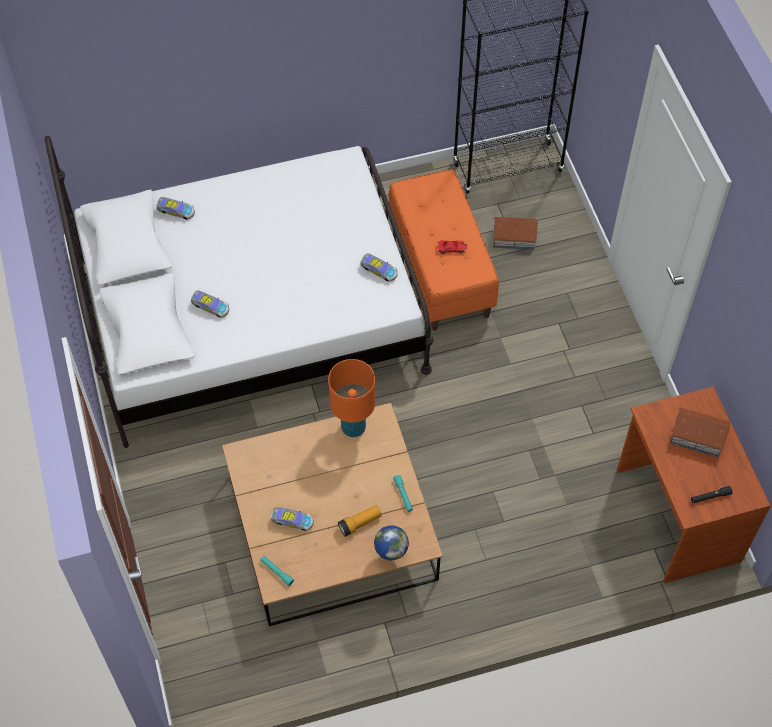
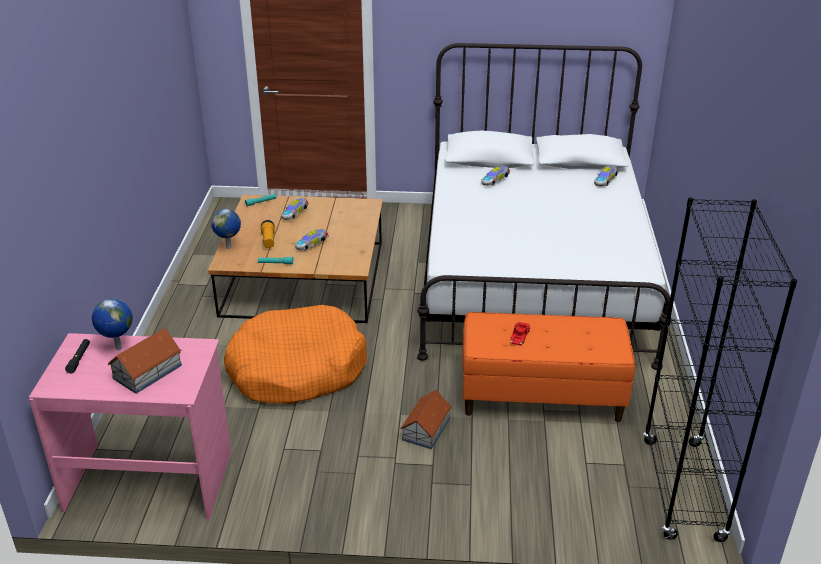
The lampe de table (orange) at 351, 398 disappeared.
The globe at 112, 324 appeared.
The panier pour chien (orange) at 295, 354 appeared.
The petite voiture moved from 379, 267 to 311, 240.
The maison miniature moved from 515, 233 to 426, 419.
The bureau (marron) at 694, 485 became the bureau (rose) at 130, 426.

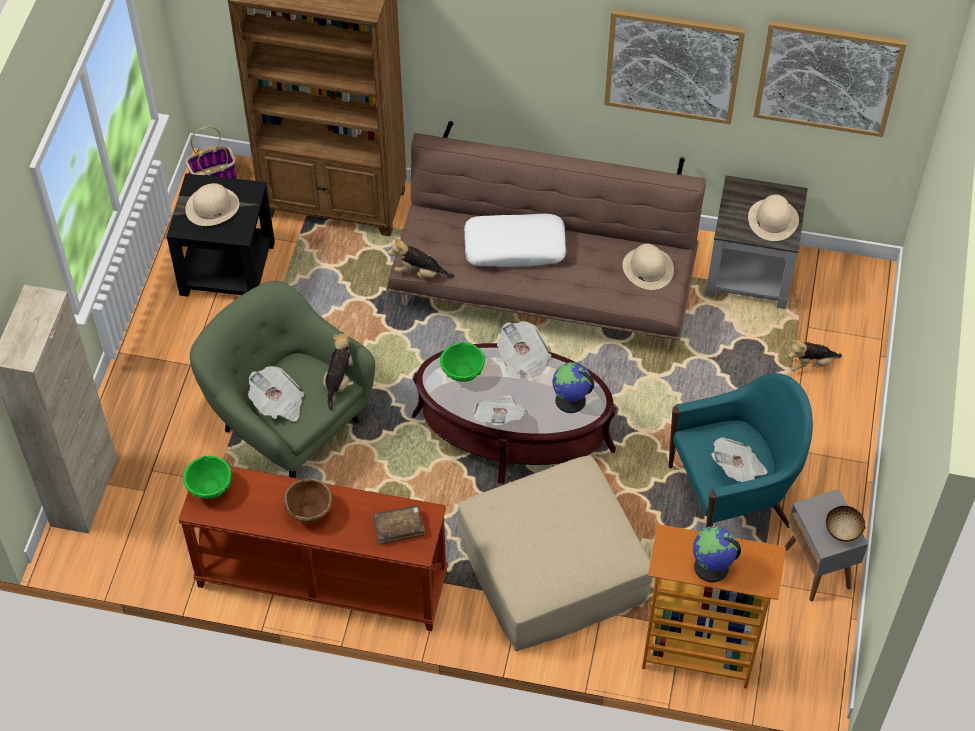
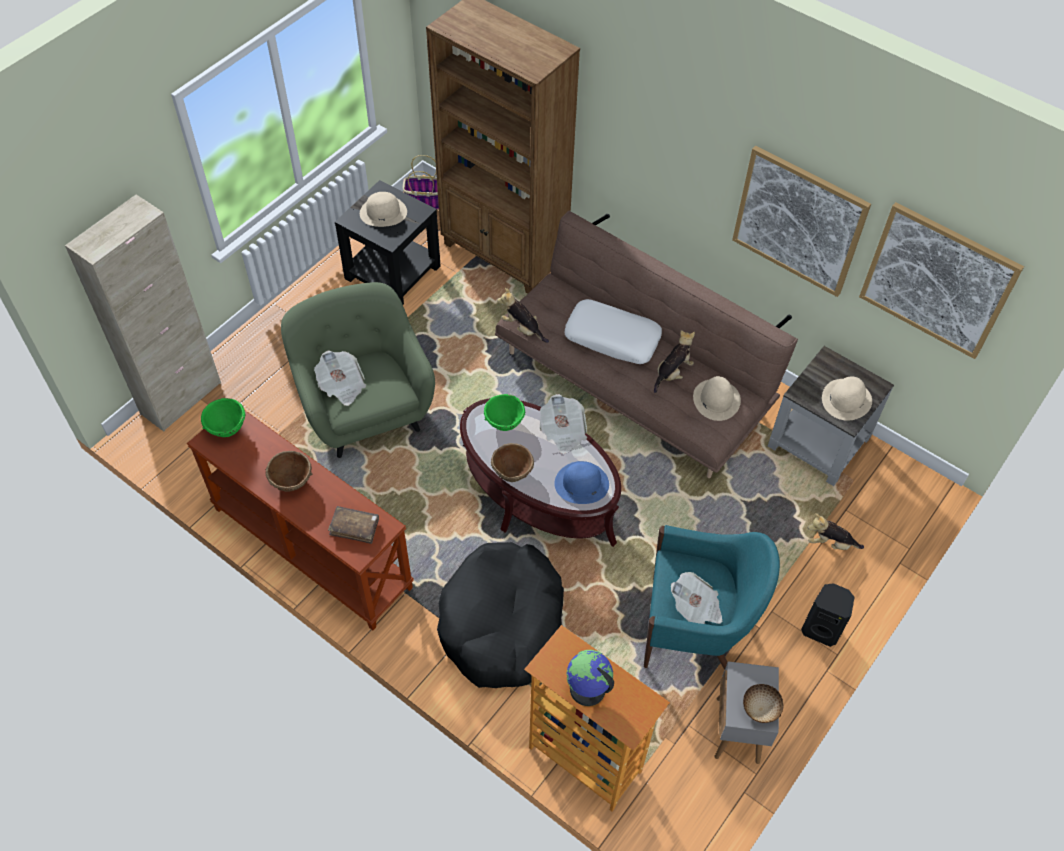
The enceinte (noir) at 828, 615 appeared.
The peluche moved from 338, 371 to 674, 361.
The pouf (beige) at 555, 553 was replaced by the panier pour chien (noir) at 500, 615.
The journal at 499, 410 was replaced by the bol (marron) at 512, 462.
The globe at 573, 387 was replaced by the chapeau (bleu) at 581, 482.

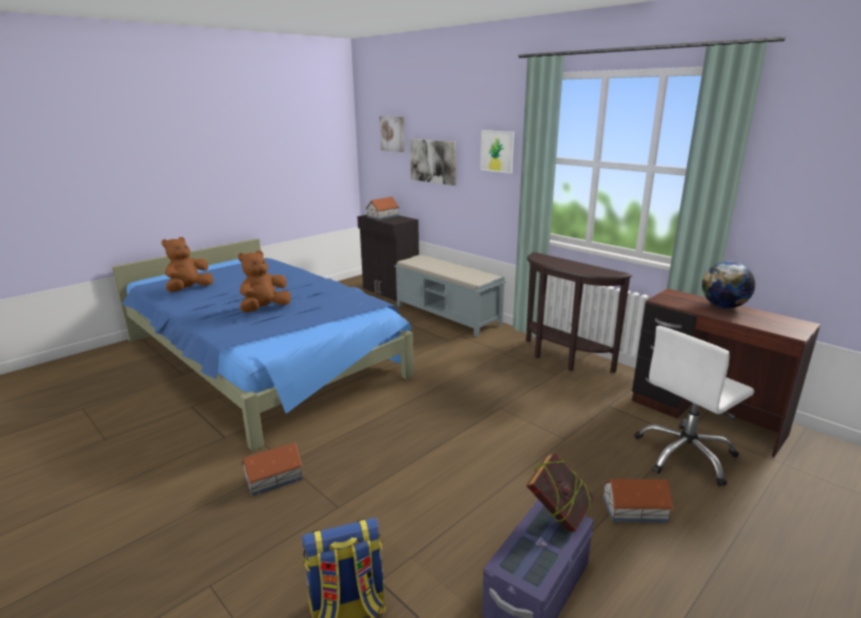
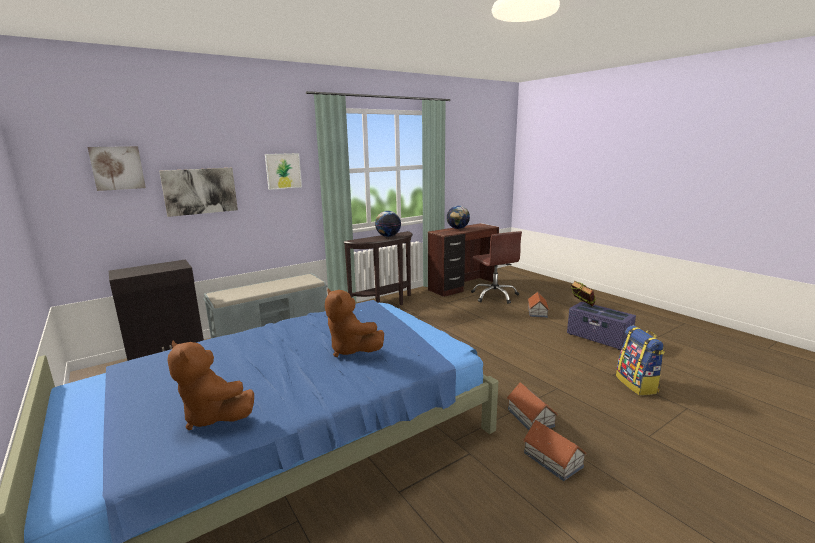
The globe at 388, 224 appeared.
The maison miniature moved from 382, 208 to 555, 450.
The chaise de bureau (blanc) at 694, 406 became the chaise de bureau (marron) at 496, 267.

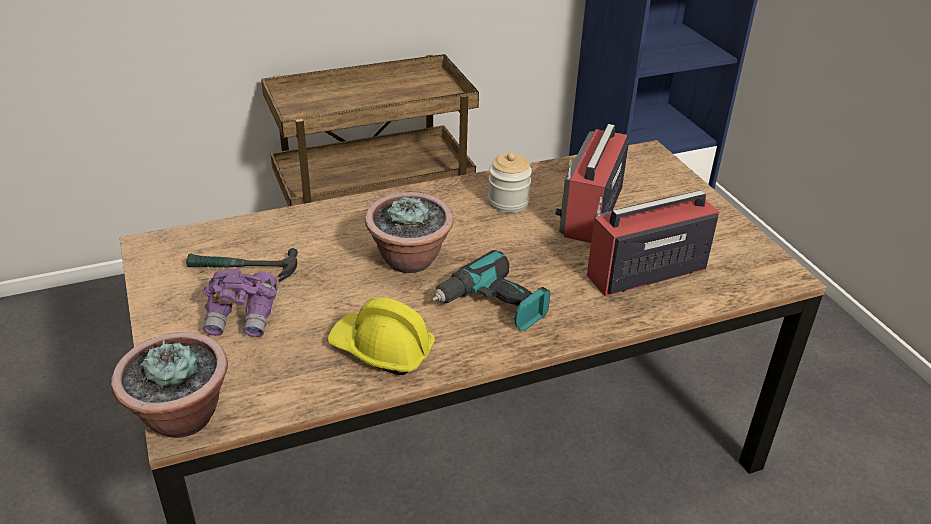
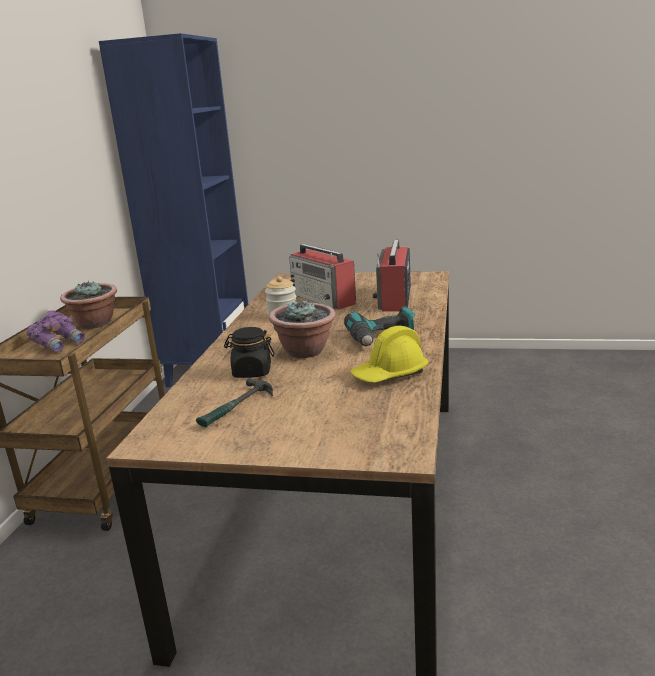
The bocal (noir) at 249, 352 appeared.
The plante en pot moved from 169, 385 to 88, 304.
The jumelles (violet) moved from 240, 302 to 56, 331.

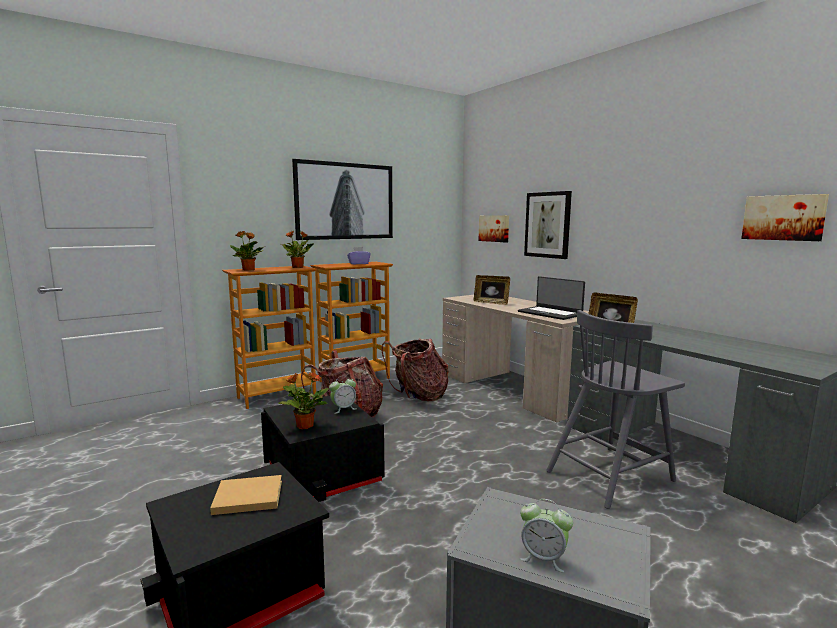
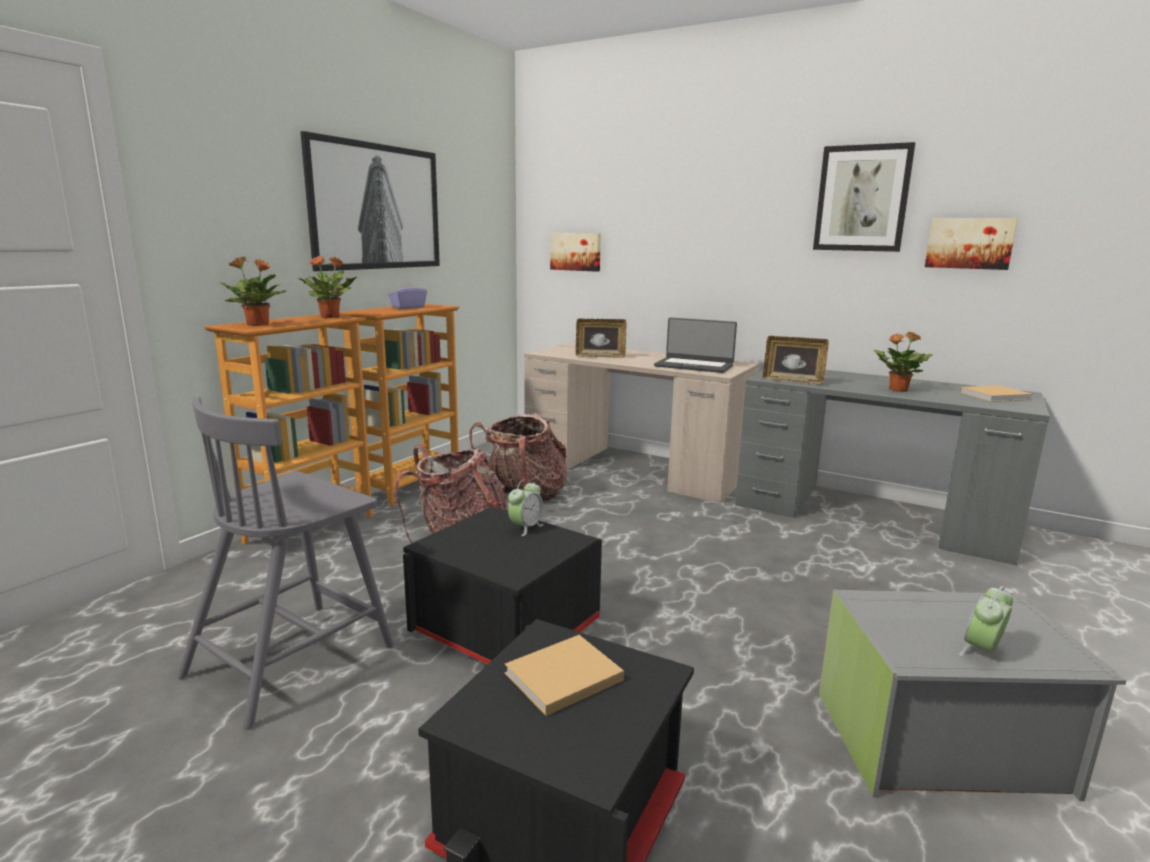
The livre (beige) at 996, 393 appeared.
The plante en pot moved from 303, 400 to 903, 362.
The tableau moved from 548, 225 to 864, 197.
The chaise (gris) moved from 615, 409 to 285, 563.
The réveil at 546, 535 turned 135 degrees clockwise.

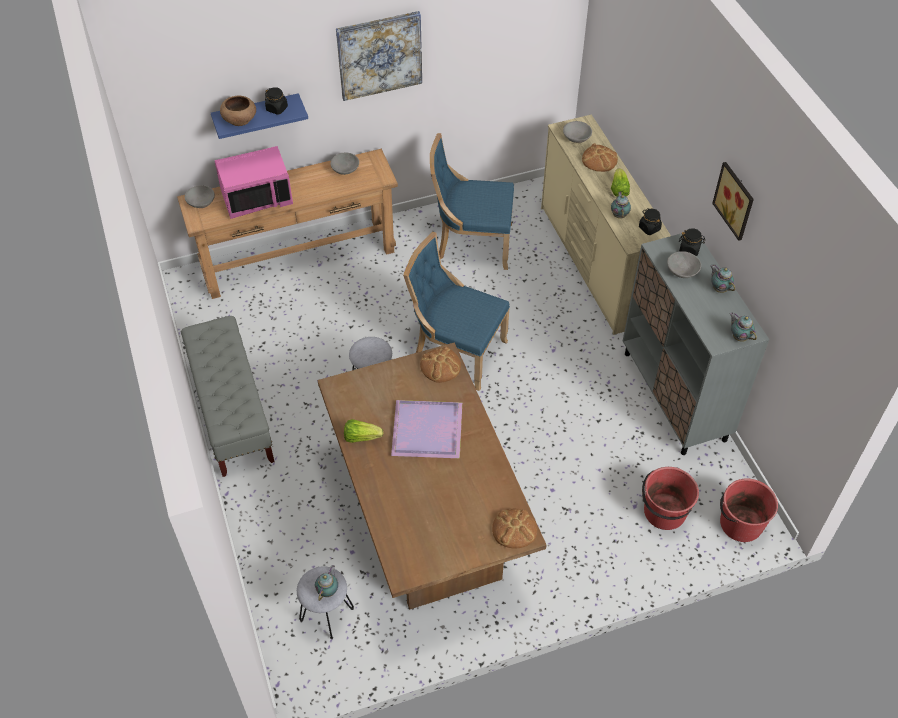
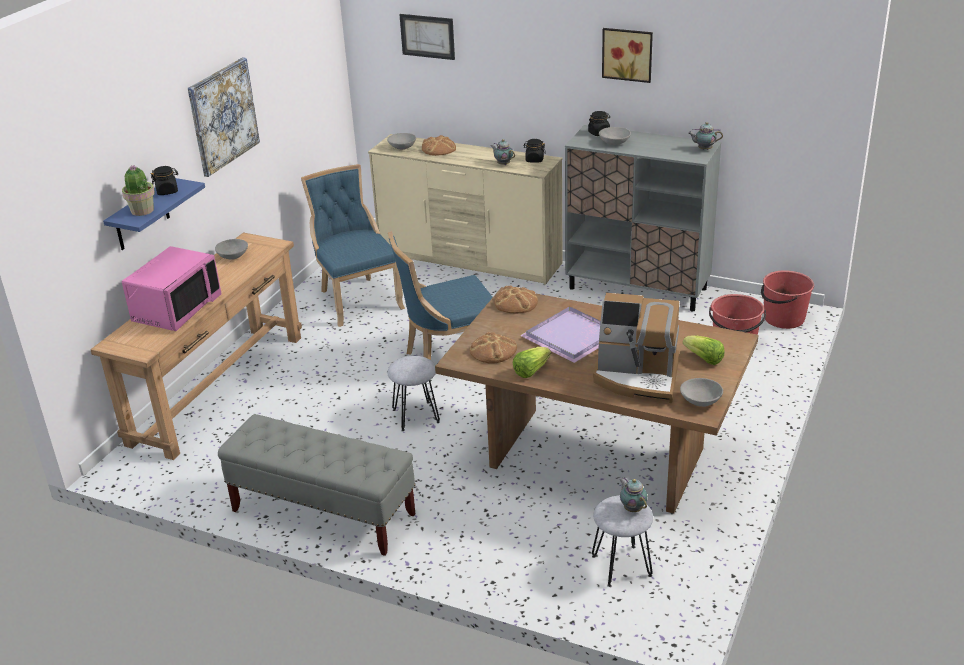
The théière at 722, 279 disappeared.
The tableau at 427, 37 appeared.
The machine à café at 636, 348 appeared.
The bol (gris) moved from 200, 196 to 701, 392.
The pain moved from 514, 528 to 493, 348.
The laitue moved from 620, 182 to 703, 350.
The bol (marron) at 238, 111 was replaced by the plante en pot at 138, 190.
The chaise (bleu) at 472, 201 turned 105 degrees clockwise.

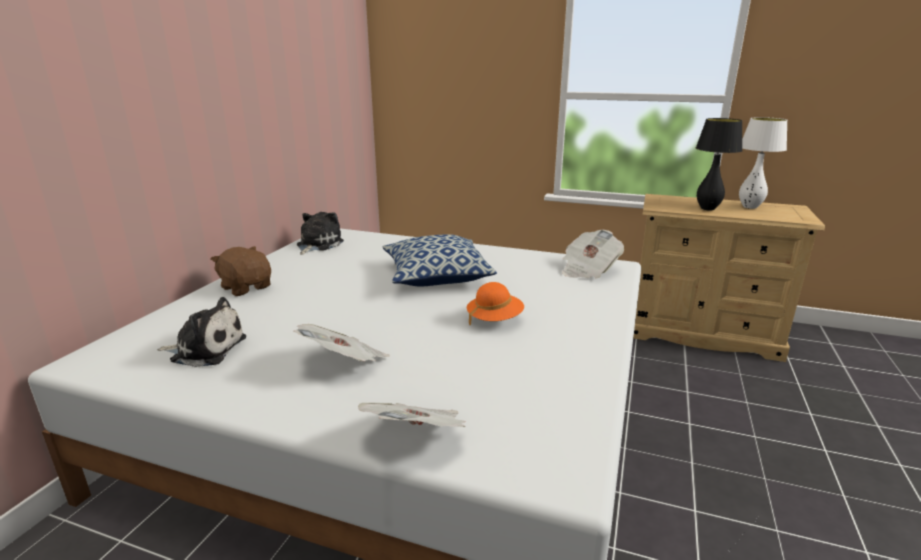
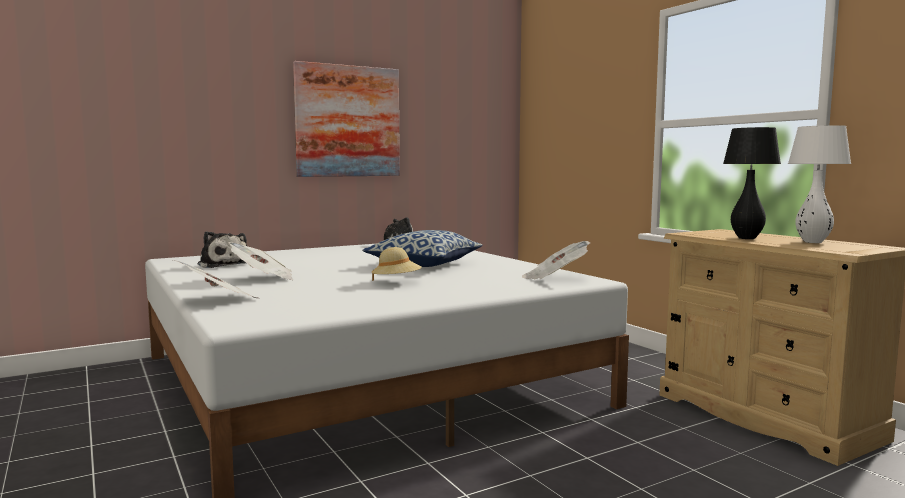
The peluche (marron) at 241, 271 disappeared.
The tableau at 346, 119 appeared.
The chapeau (orange) at 495, 303 became the chapeau (beige) at 397, 264.

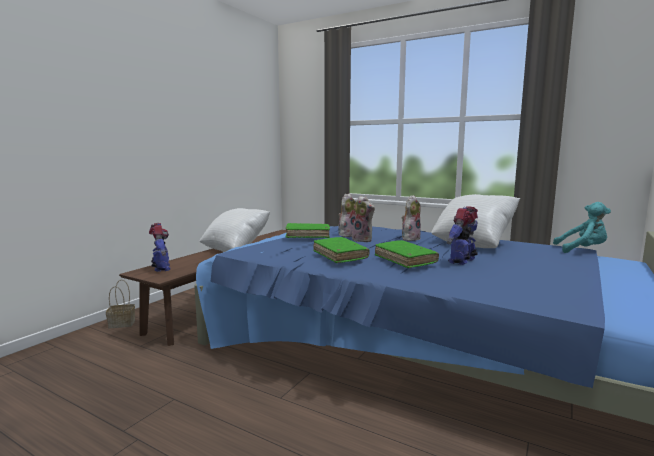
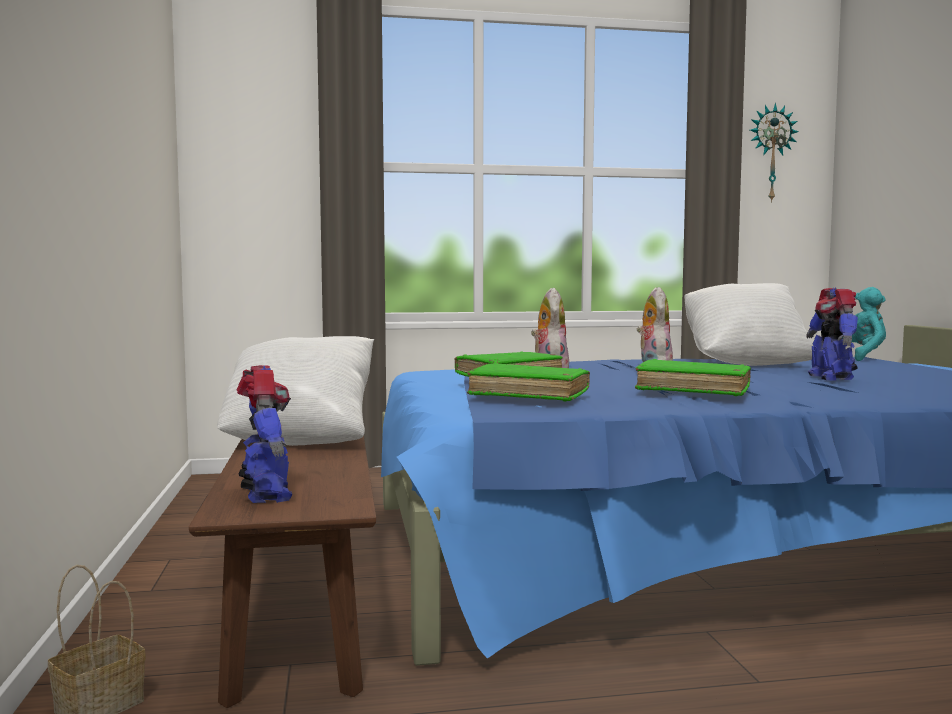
The peluche at 363, 219 disappeared.
The horloge murale at 774, 152 appeared.
The livre (vert) moved from 407, 254 to 528, 382.
The robot jouet at 160, 247 turned 45 degrees clockwise.

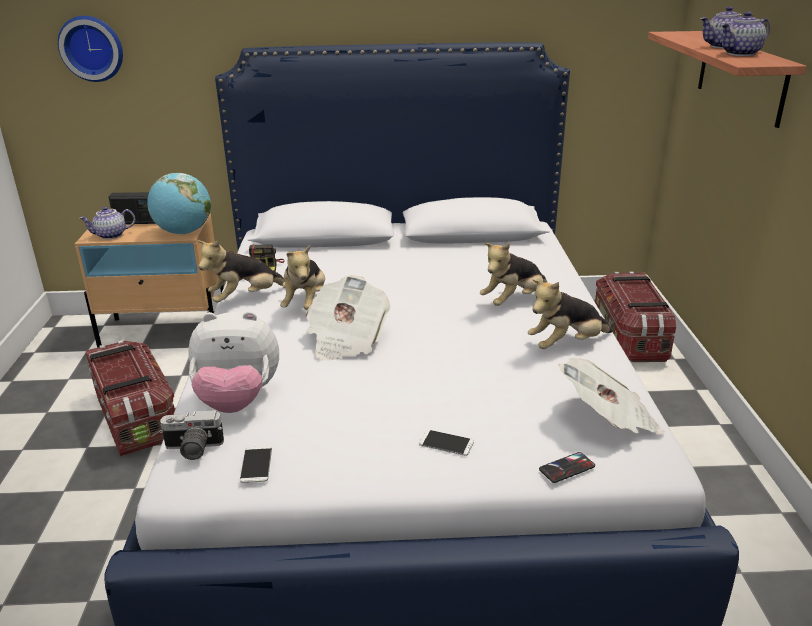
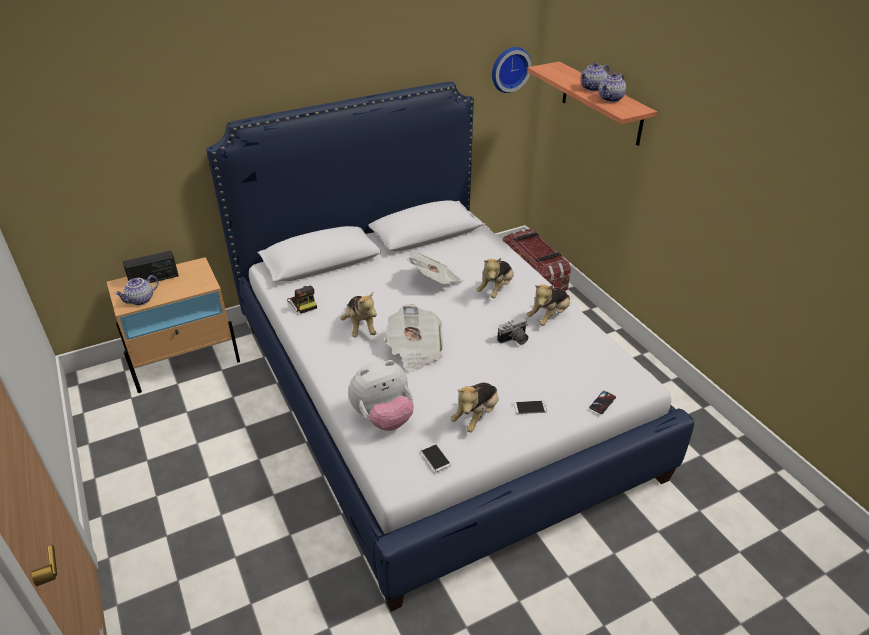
The boîte de rangement at 130, 398 disappeared.
The globe at 179, 203 disappeared.
The horloge murale moved from 90, 49 to 511, 70.
The appareil photo moved from 191, 435 to 512, 330.
The peluche moved from 241, 271 to 474, 407.
The journal moved from 611, 396 to 435, 269.

